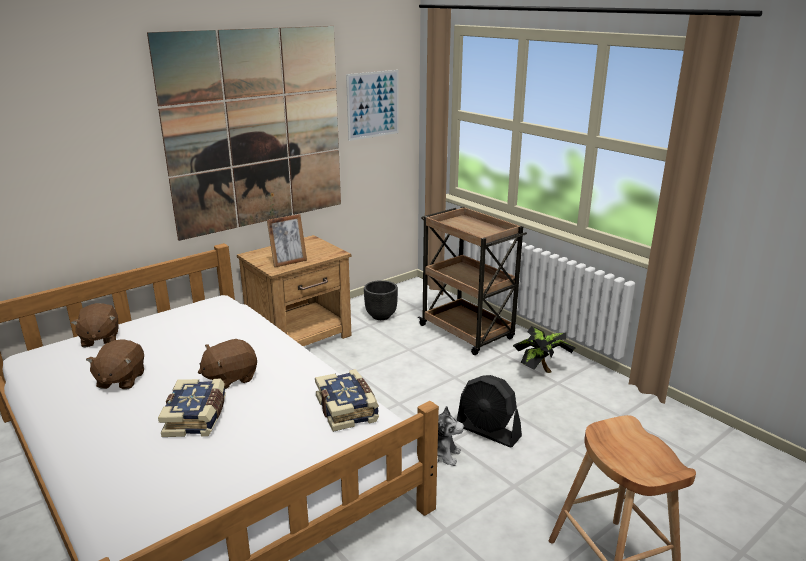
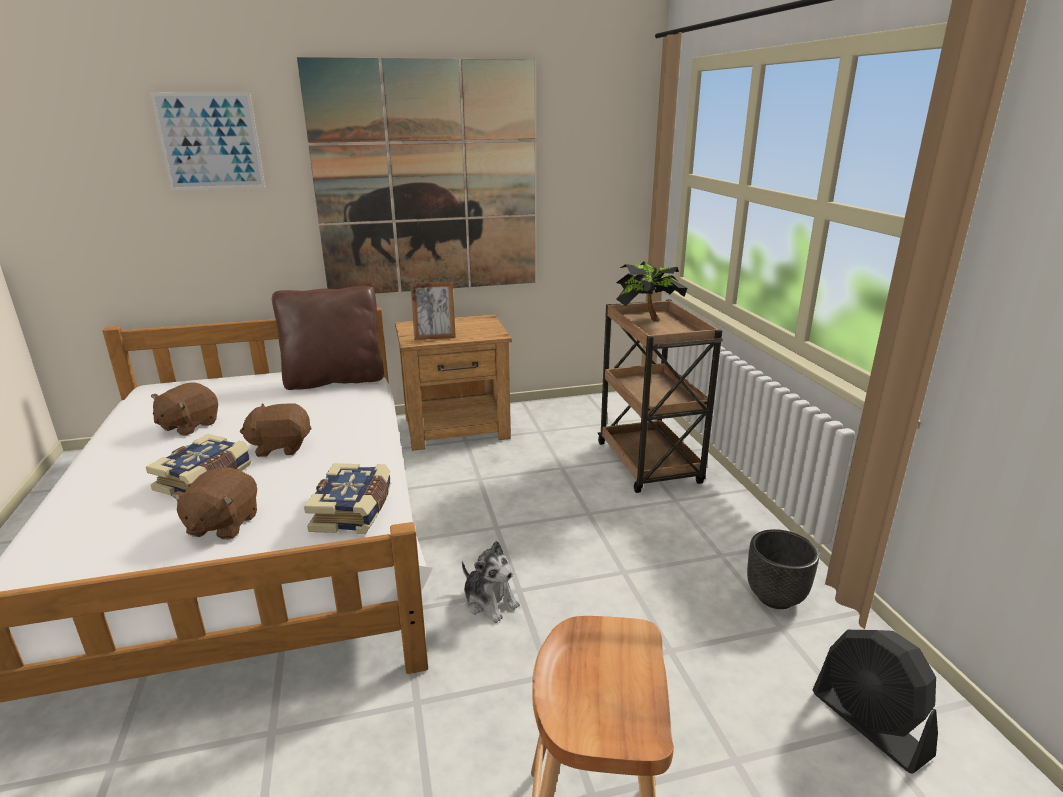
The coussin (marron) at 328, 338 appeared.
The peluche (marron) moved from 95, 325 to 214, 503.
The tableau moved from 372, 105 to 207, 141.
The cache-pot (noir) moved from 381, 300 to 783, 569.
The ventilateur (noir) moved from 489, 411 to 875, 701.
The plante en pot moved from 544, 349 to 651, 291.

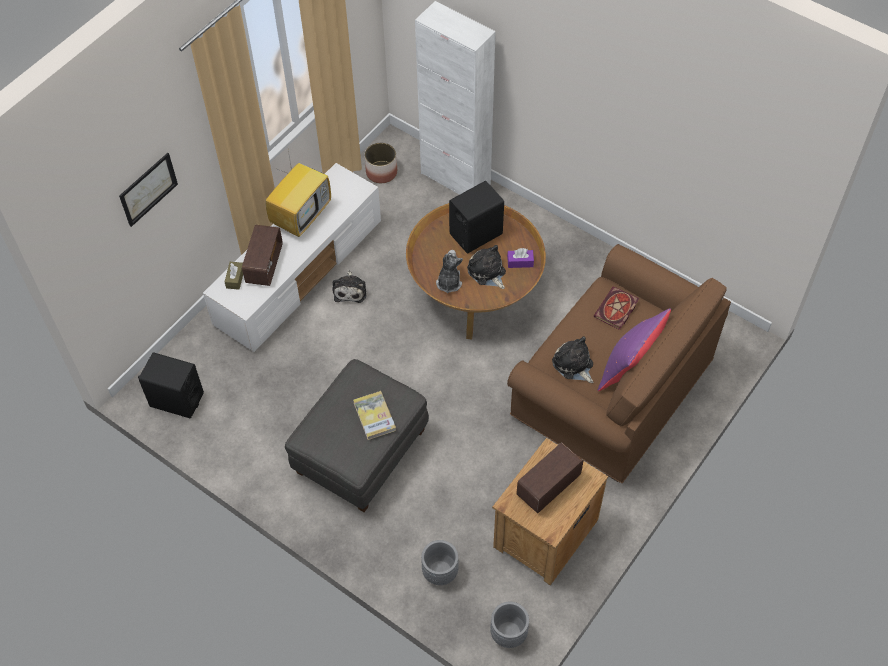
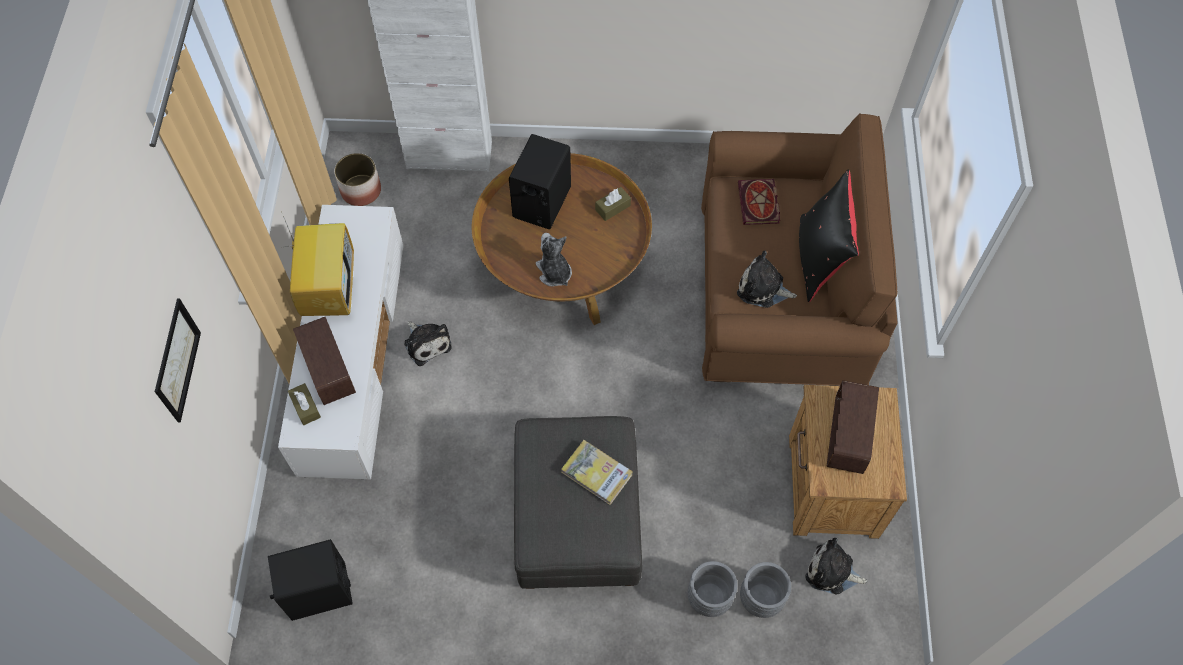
The peluche moved from 486, 267 to 836, 566.
The cache-pot (gris) moved from 509, 625 to 712, 589.
The boîte à mouchoirs (violet) at 520, 258 became the boîte à mouchoirs (marron) at 613, 204.
The coussin (violet) at 634, 350 became the coussin (noir) at 829, 236.

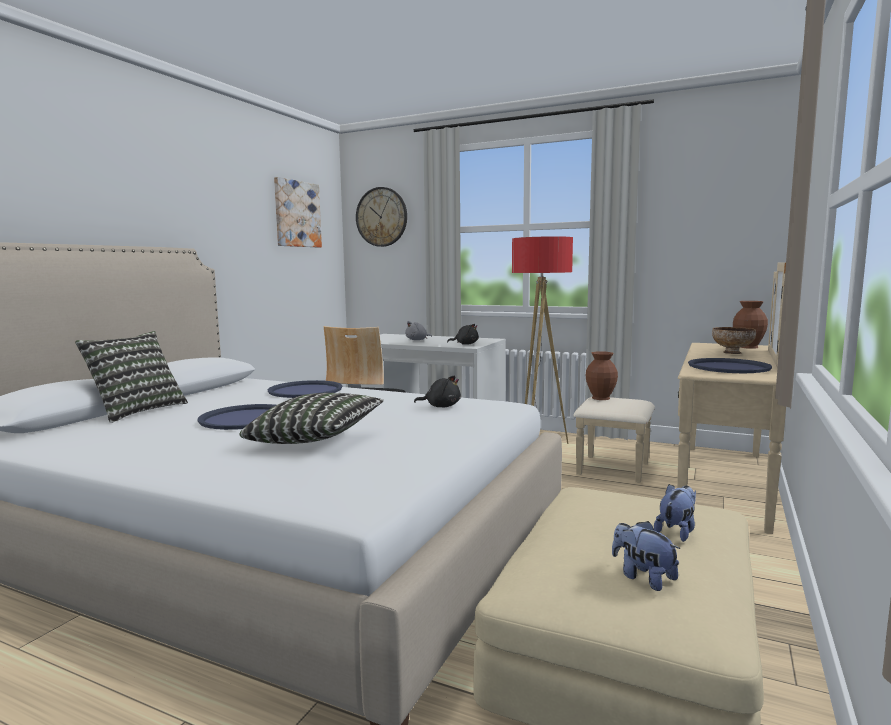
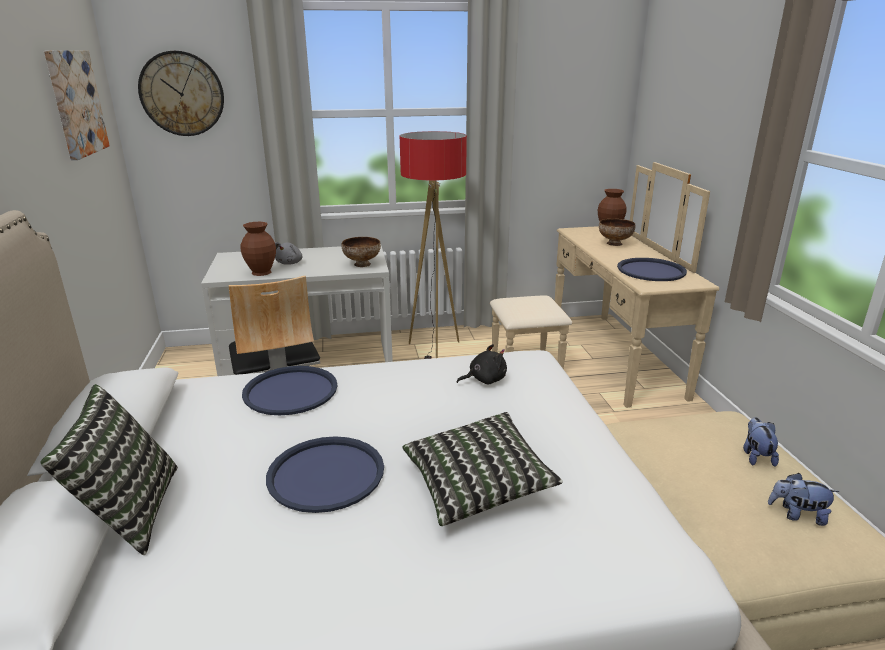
The vase (marron) moved from 602, 375 to 258, 249.
The peluche (noir) at 463, 334 was replaced by the bol at 361, 252.

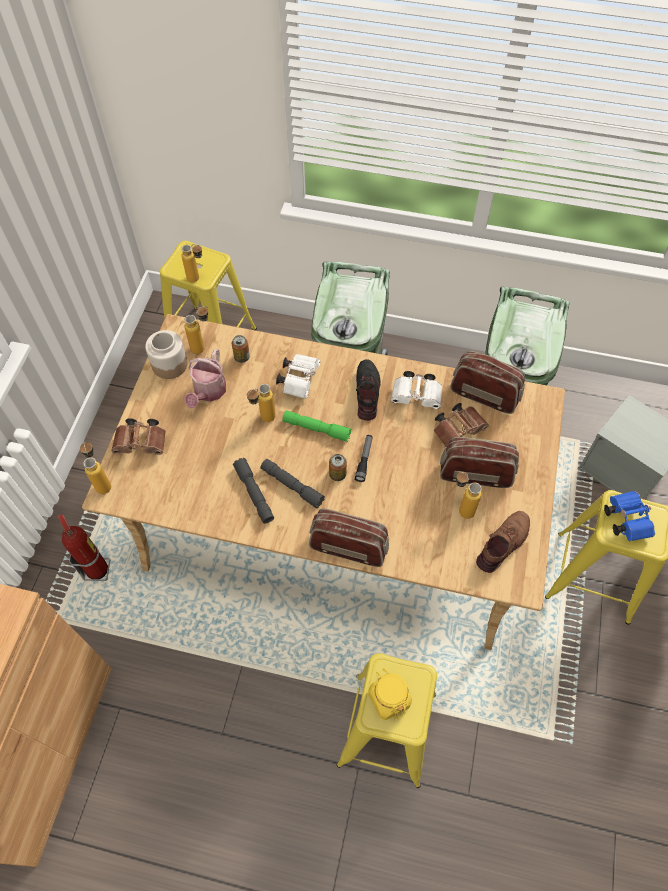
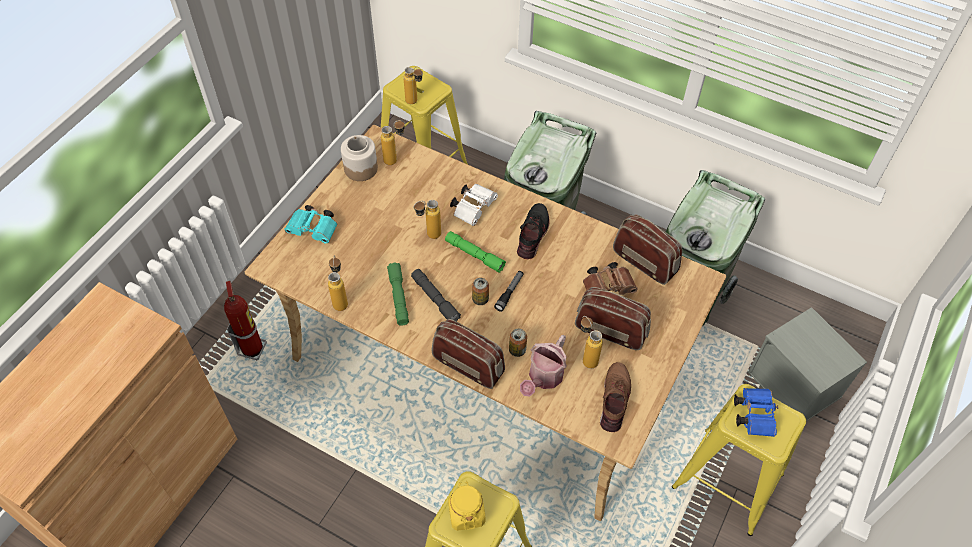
The jumelles (blanc) at 416, 390 disappeared.
The bouteille moved from 95, 467 to 338, 283.
The arrosoir moved from 205, 379 to 543, 365.
The boîte métallique moved from 241, 349 to 518, 343.
The jumelles (marron) at 138, 436 became the jumelles (turquoise) at 311, 224.
The lampe de poche (gris) at 253, 491 became the lampe de poche (vert) at 398, 294.
The chaussure (marron) at 503, 542 turned 45 degrees counterclockwise.

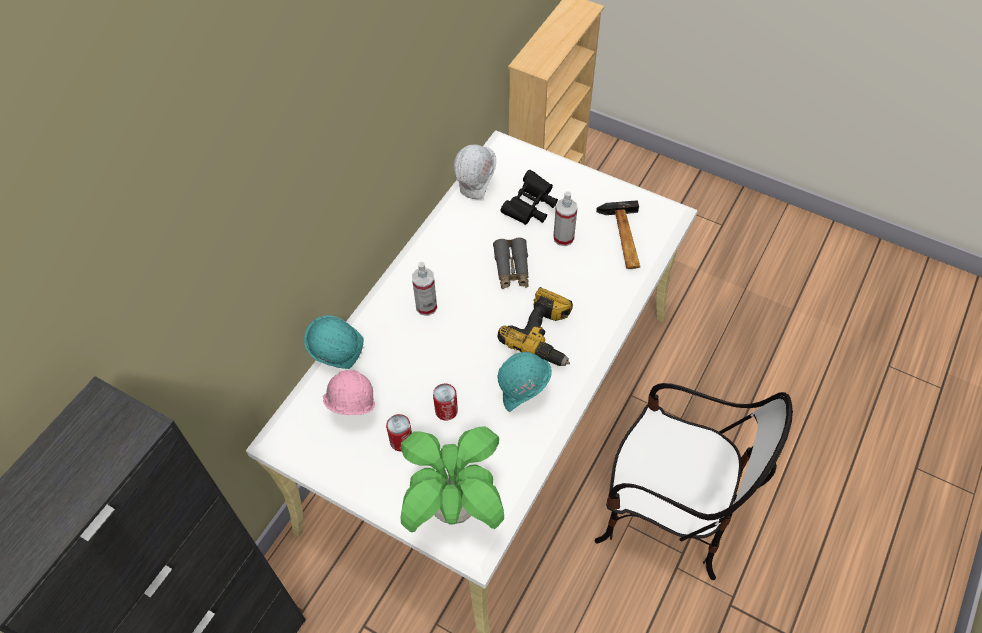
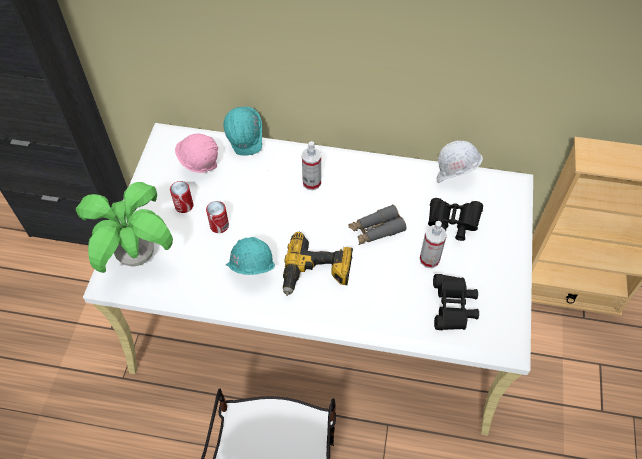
The marteau at 618, 234 was replaced by the jumelles (noir) at 456, 302.

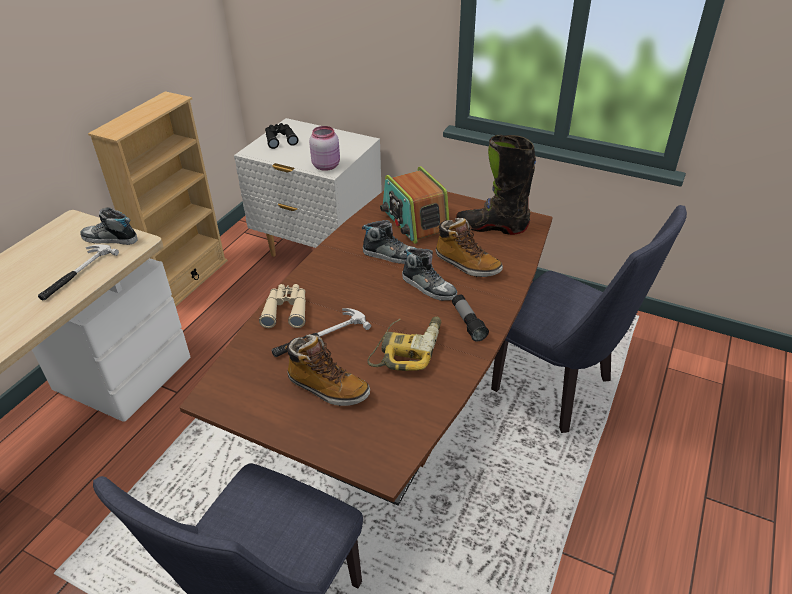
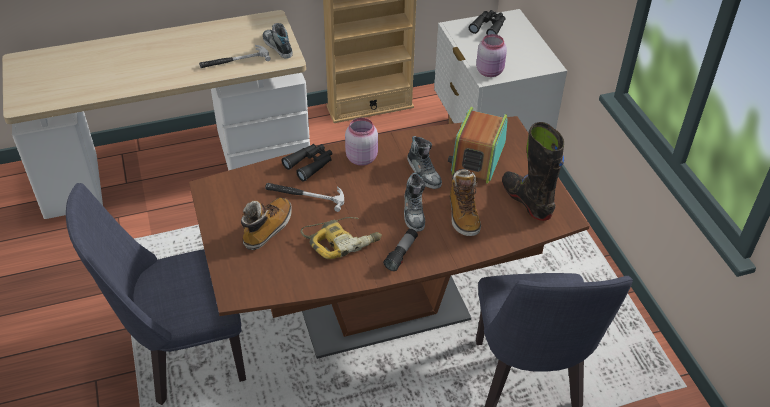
The bocal (rose) at 361, 142 appeared.
The jumelles (beige) at 282, 306 became the jumelles (noir) at 307, 163.
The botte at 327, 370 turned 135 degrees counterclockwise.

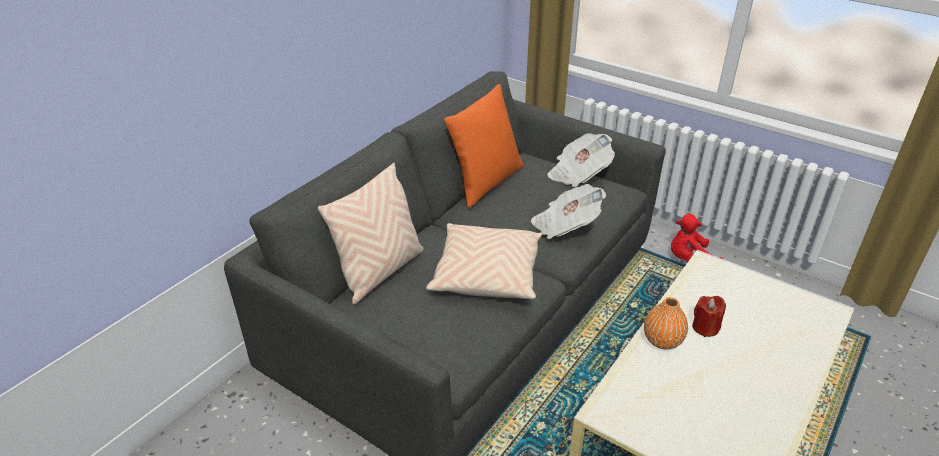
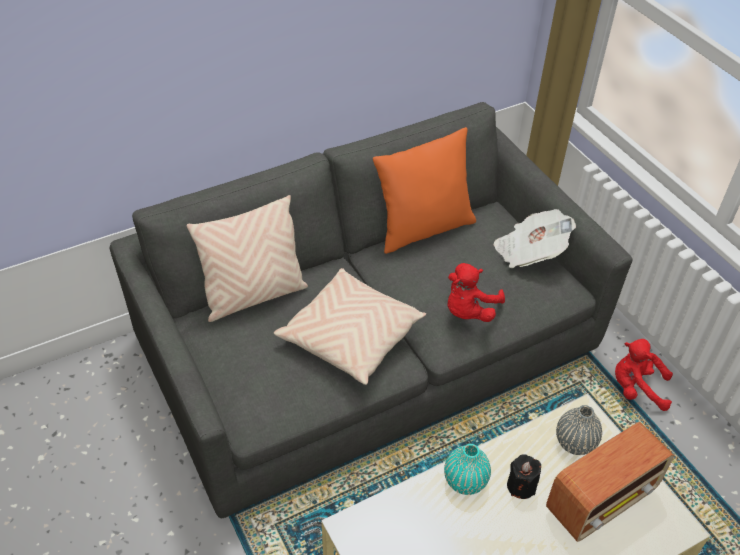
The radio at 610, 482 appeared.
The vase (gris) at 579, 430 appeared.
The journal at 568, 211 was replaced by the peluche (rouge) at 476, 292.
The vase (orange) at 666, 323 became the vase (turquoise) at 467, 469.
The bougie (rouge) at 709, 316 became the bougie (noir) at 524, 476.

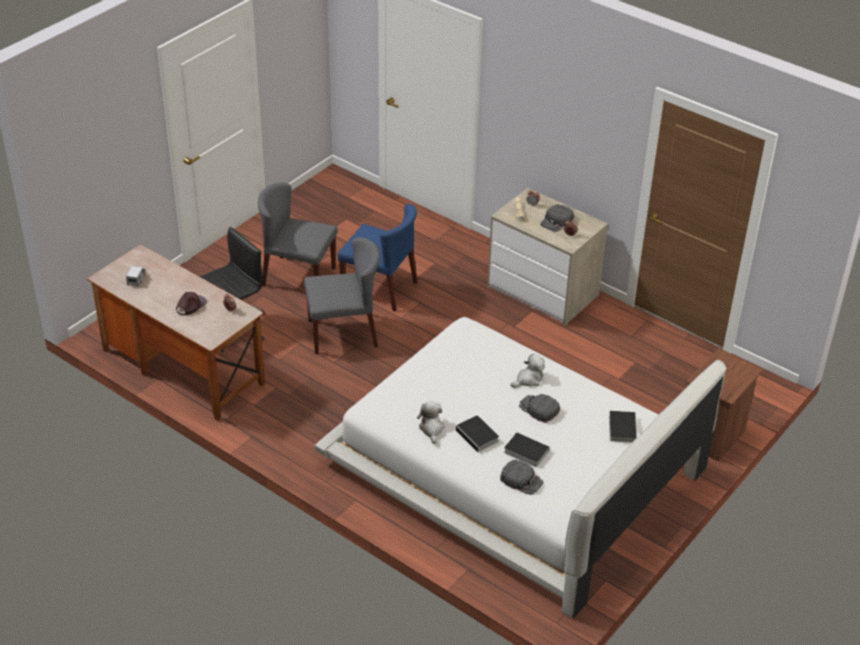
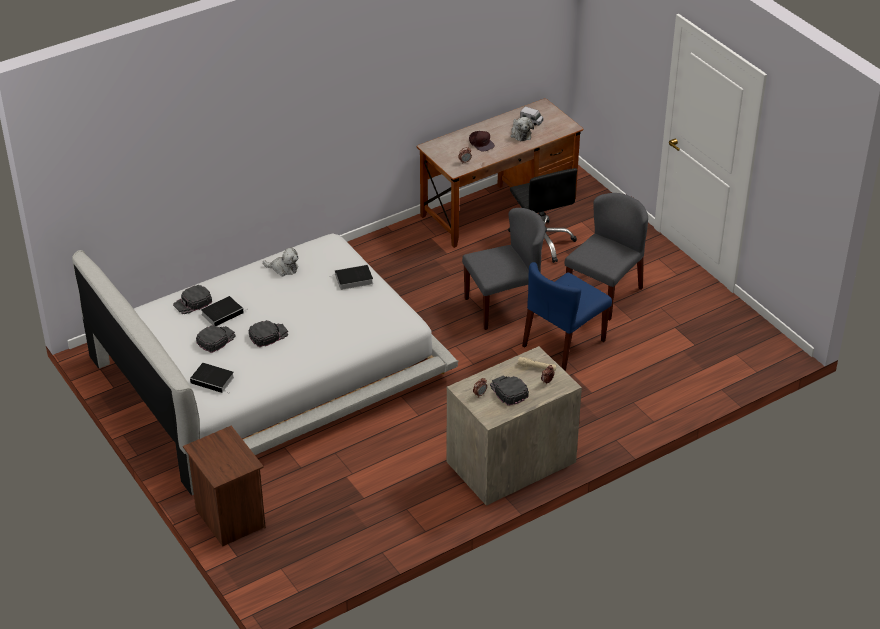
The casquette (noir) at 216, 339 appeared.
The livre moved from 477, 435 to 351, 277.
The peluche moved from 528, 371 to 522, 129.
The chaise (gris) at 342, 295 turned 120 degrees counterclockwise.

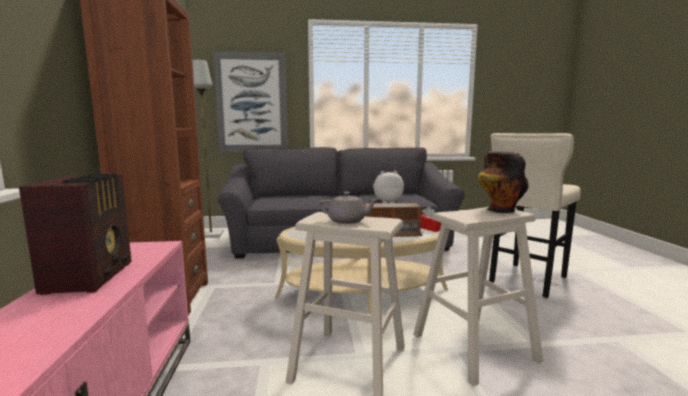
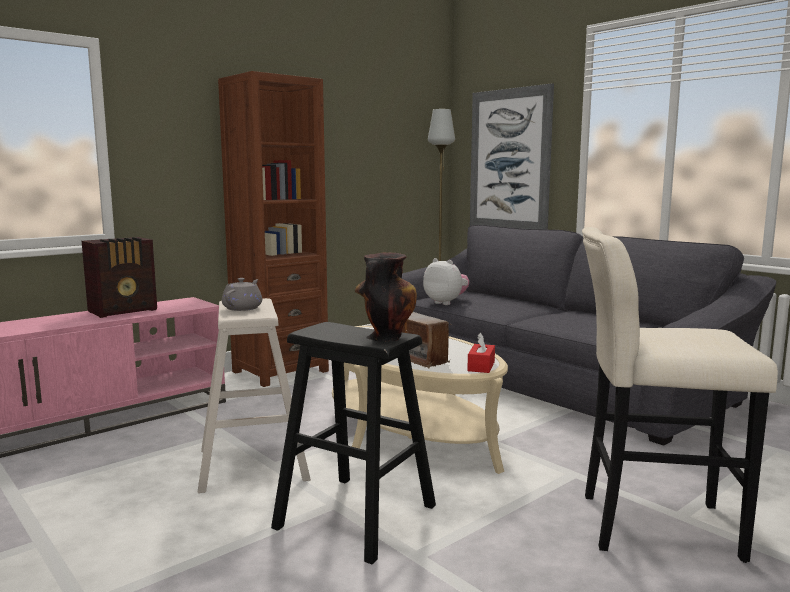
The peluche moved from 388, 187 to 446, 281.
The tabouret (beige) at 478, 296 became the tabouret (noir) at 353, 443.
The théière (gris) at 349, 208 turned 135 degrees counterclockwise.

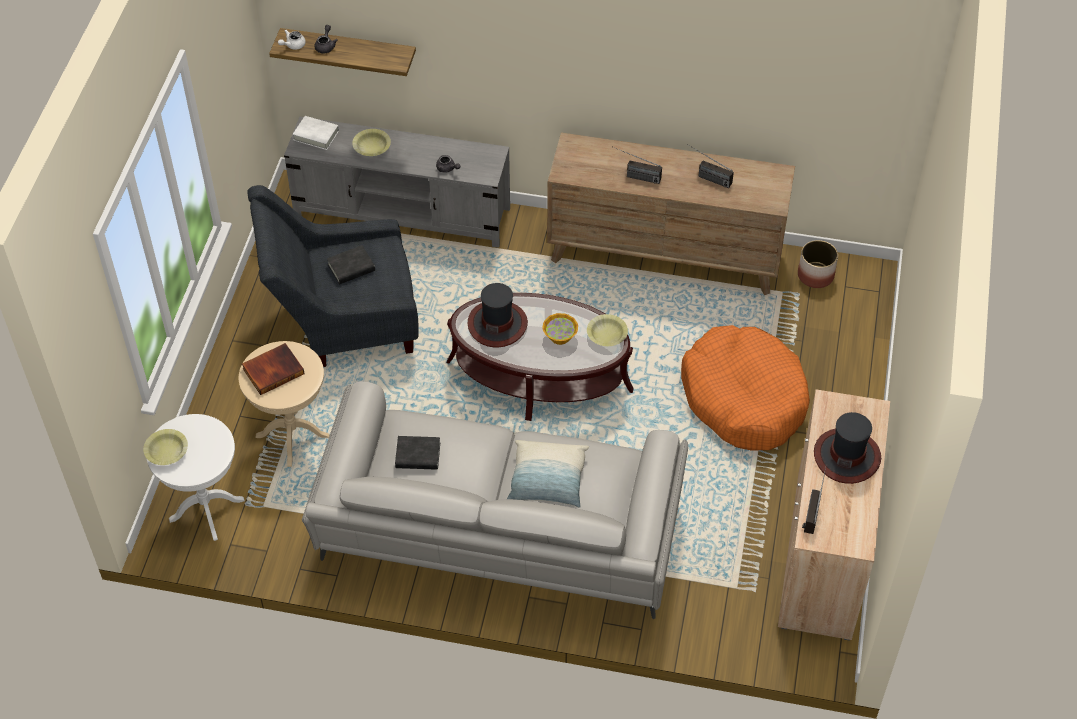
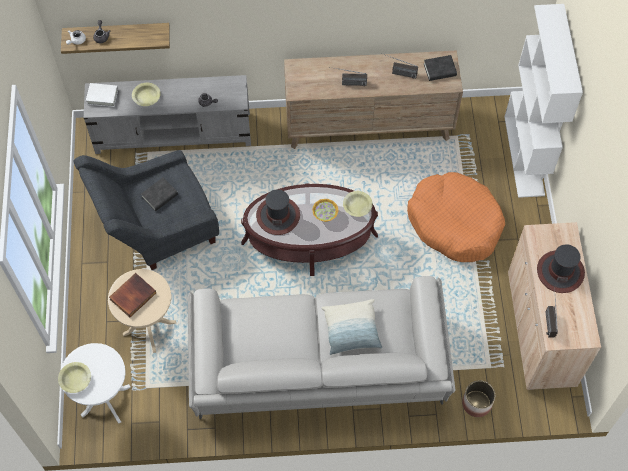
The bibliothèque (blanc) at 544, 101 appeared.
The livre (noir) moved from 417, 453 to 440, 68.
The cache-pot moved from 818, 264 to 478, 399.

